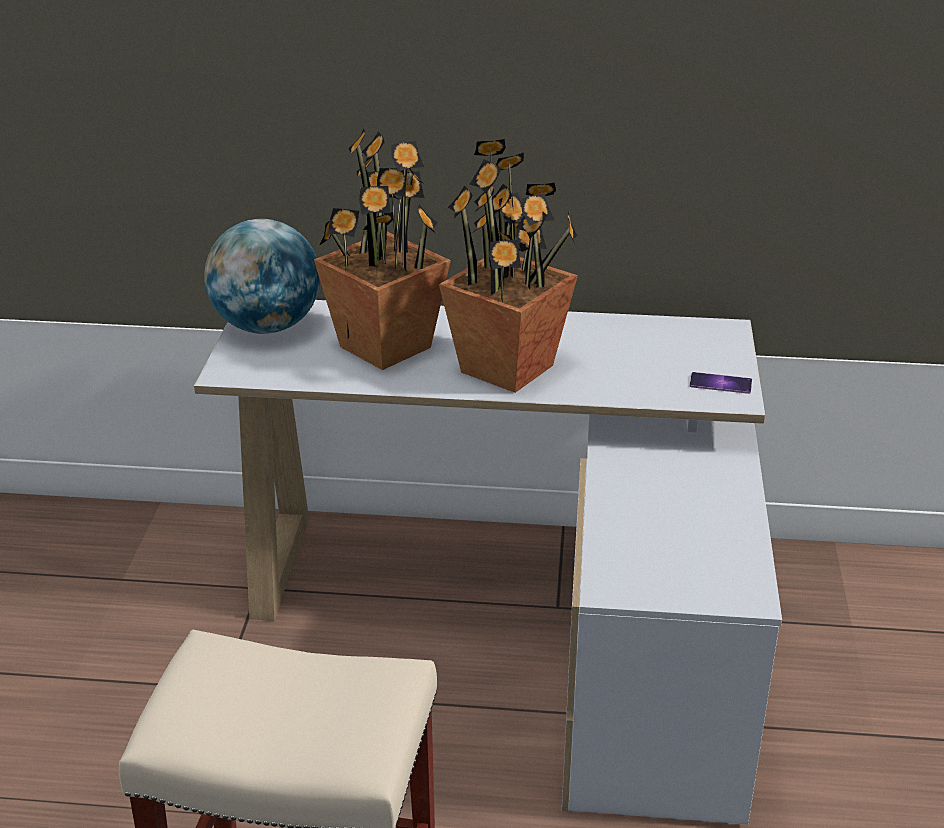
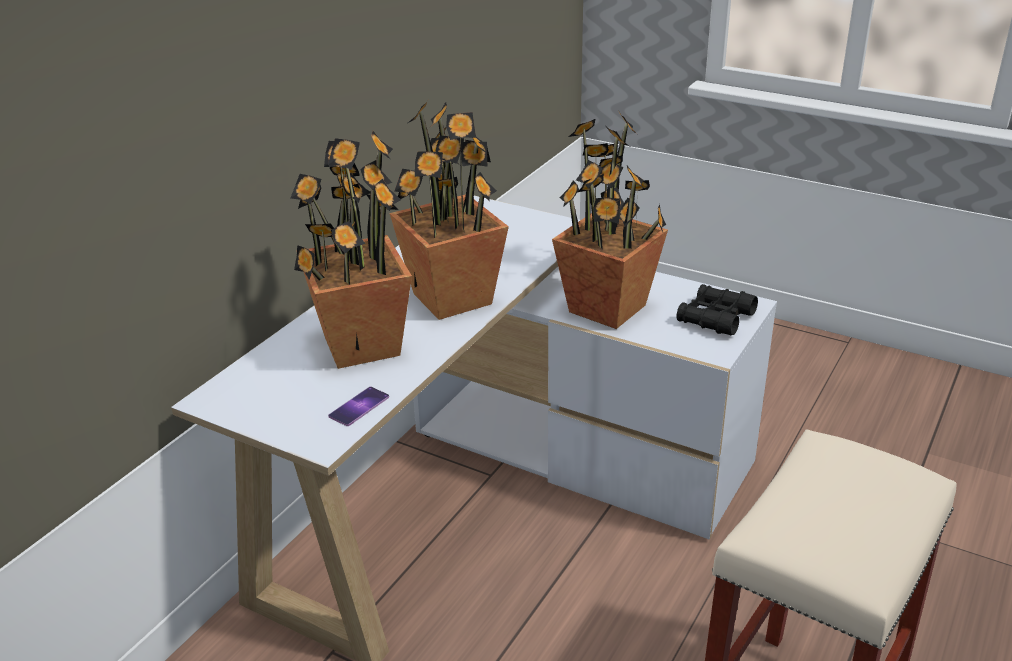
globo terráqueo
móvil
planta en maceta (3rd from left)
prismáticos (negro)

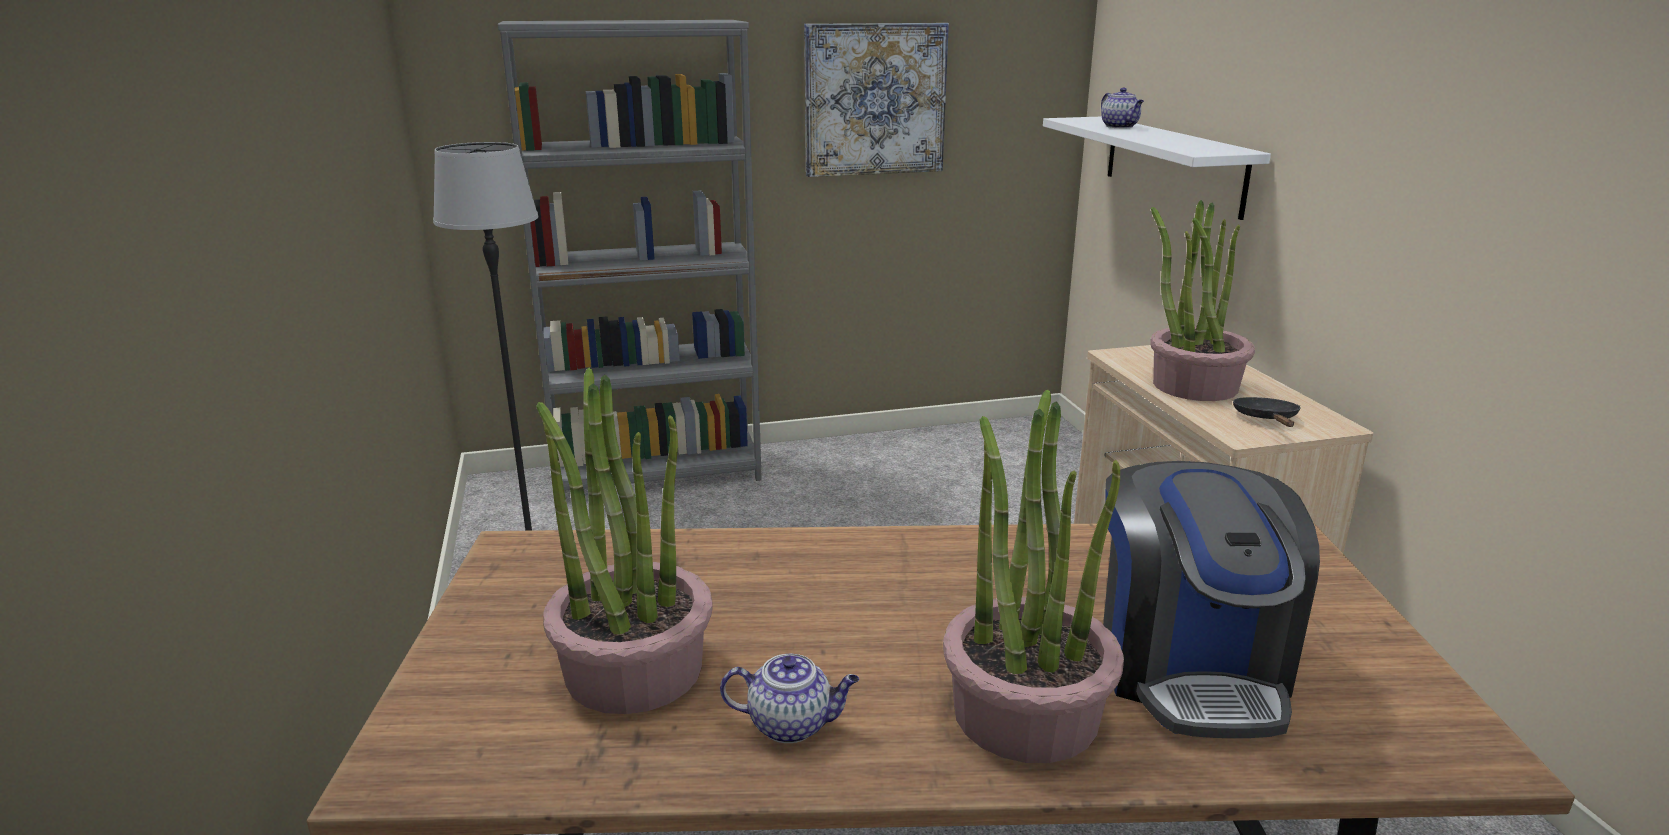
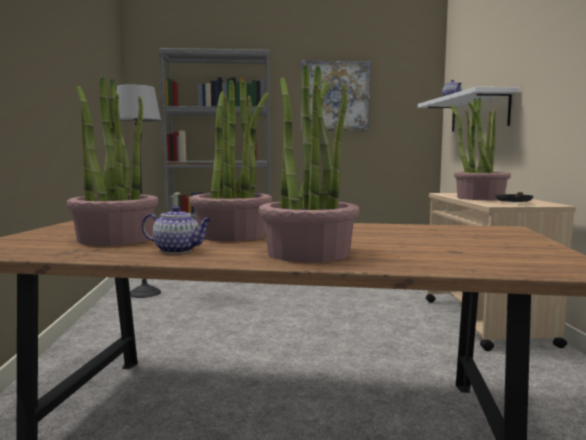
cafetera
planta en maceta (2nd from left)

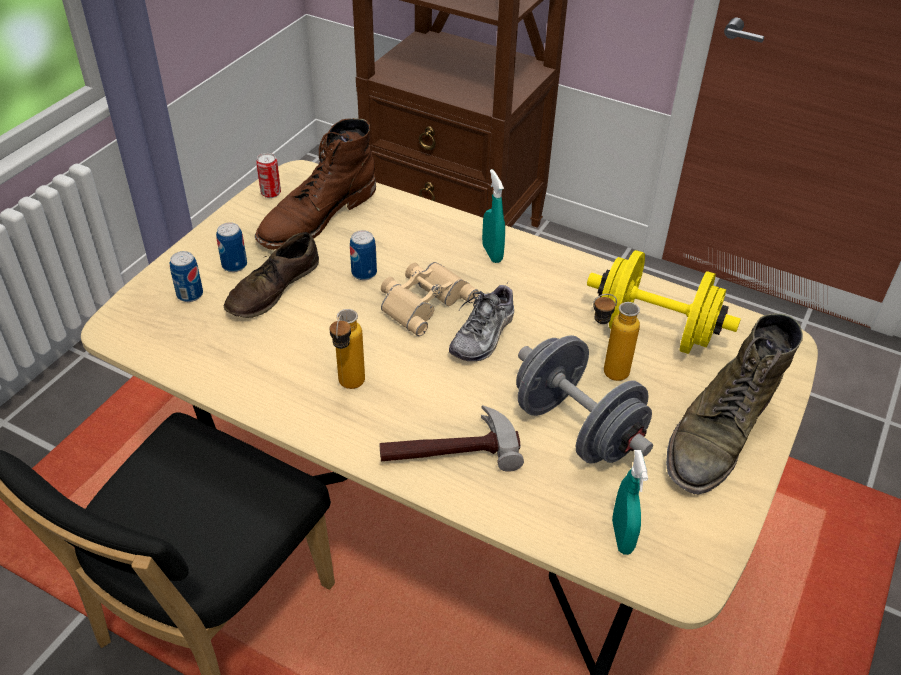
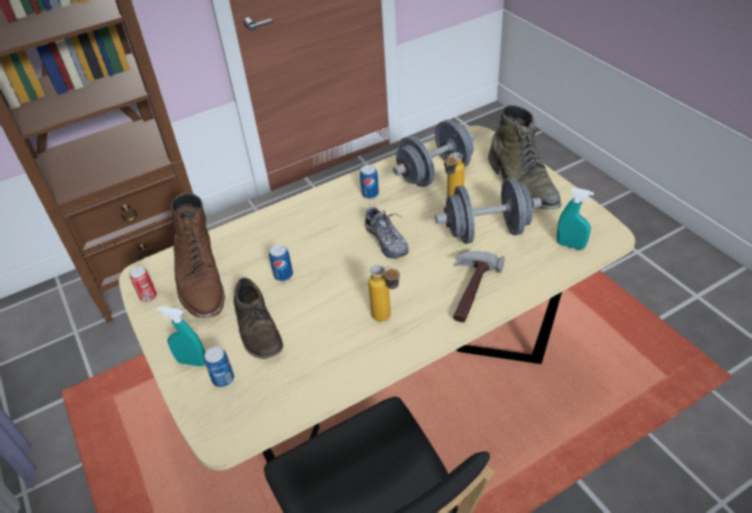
pulverizador (turquesa) (1st from left)
lata (4th from left)
mancuerna (gris) (1st from left)
prismáticos (beis)

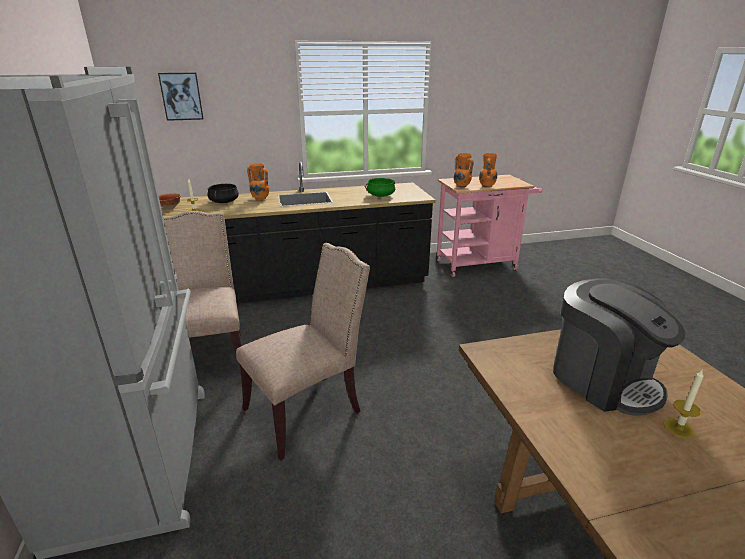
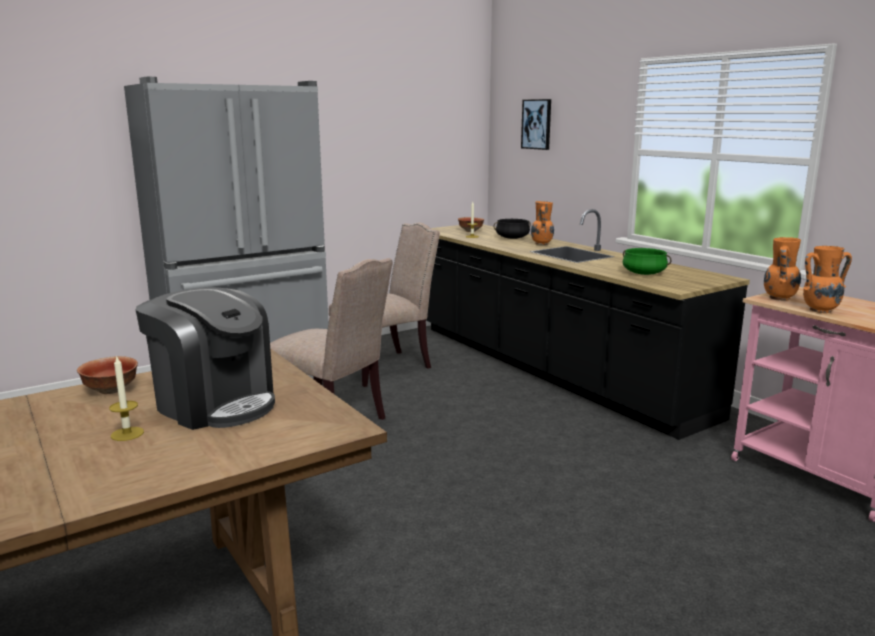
cafetera
cuenco (1st from left)

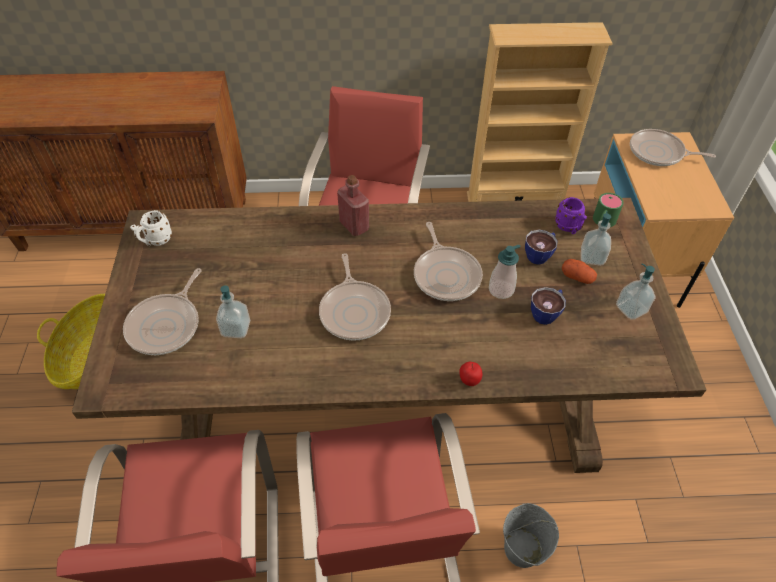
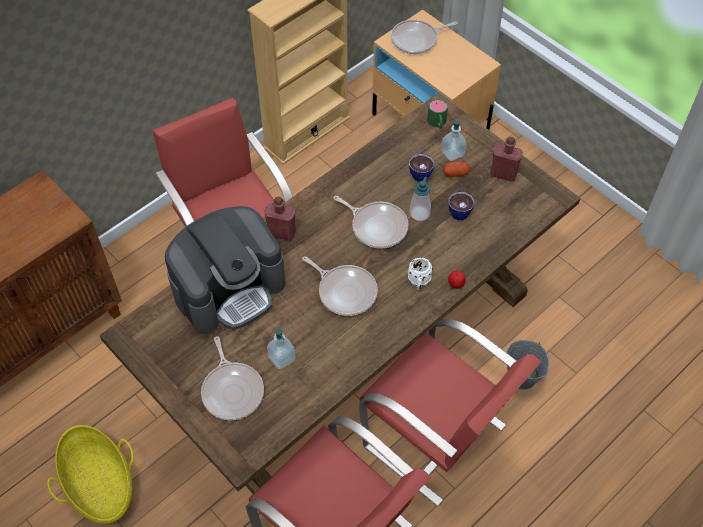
taza grande (morado)
taza grande (blanco)
botella (rojo) (2nd from left)
cafetera

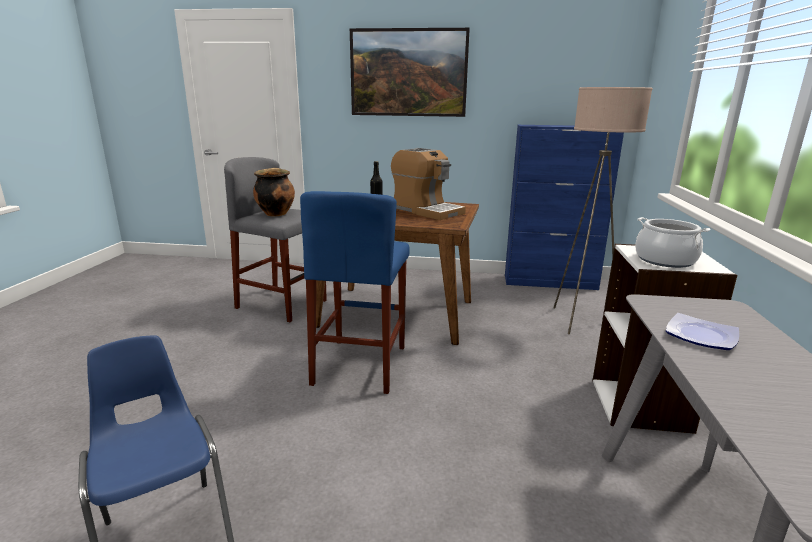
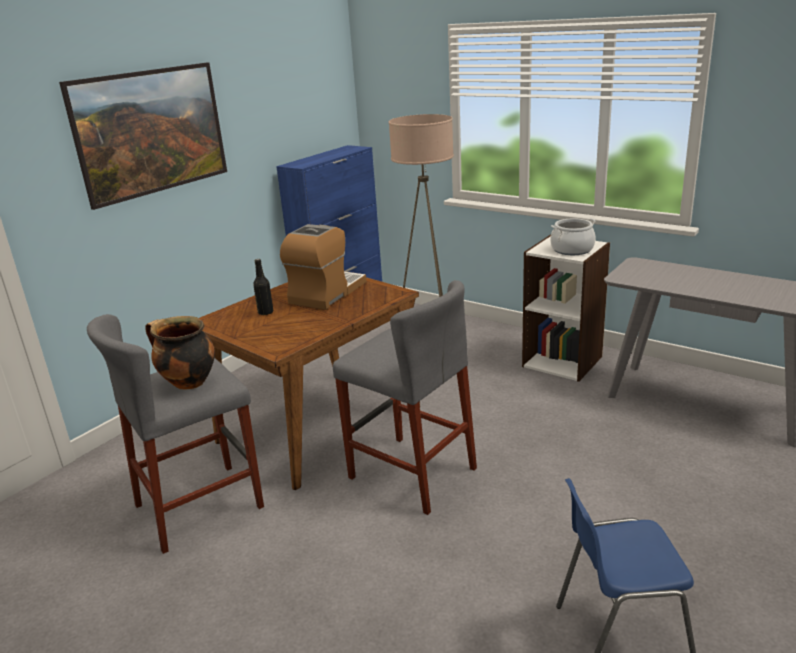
cafetera
taburete (gris) (2nd from left)
plato

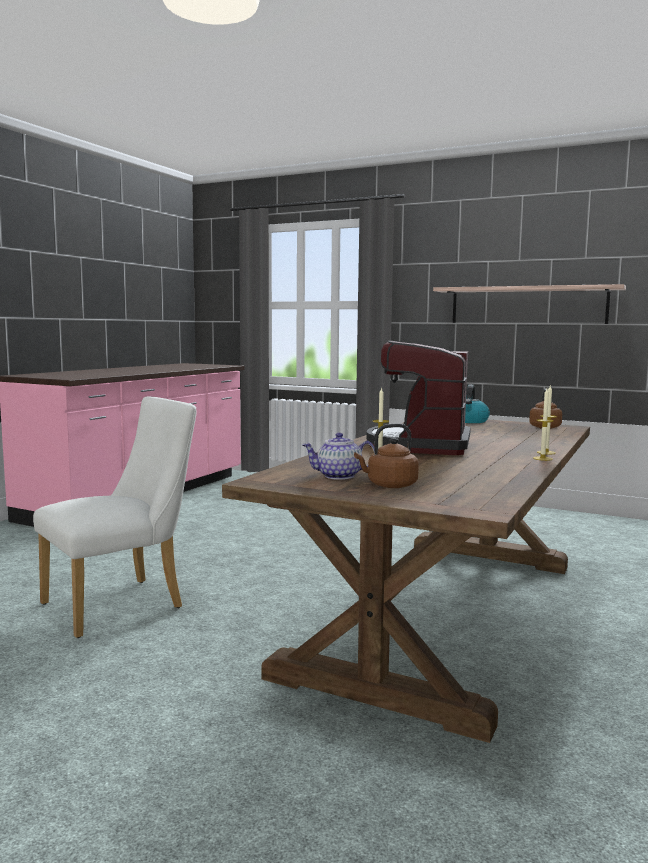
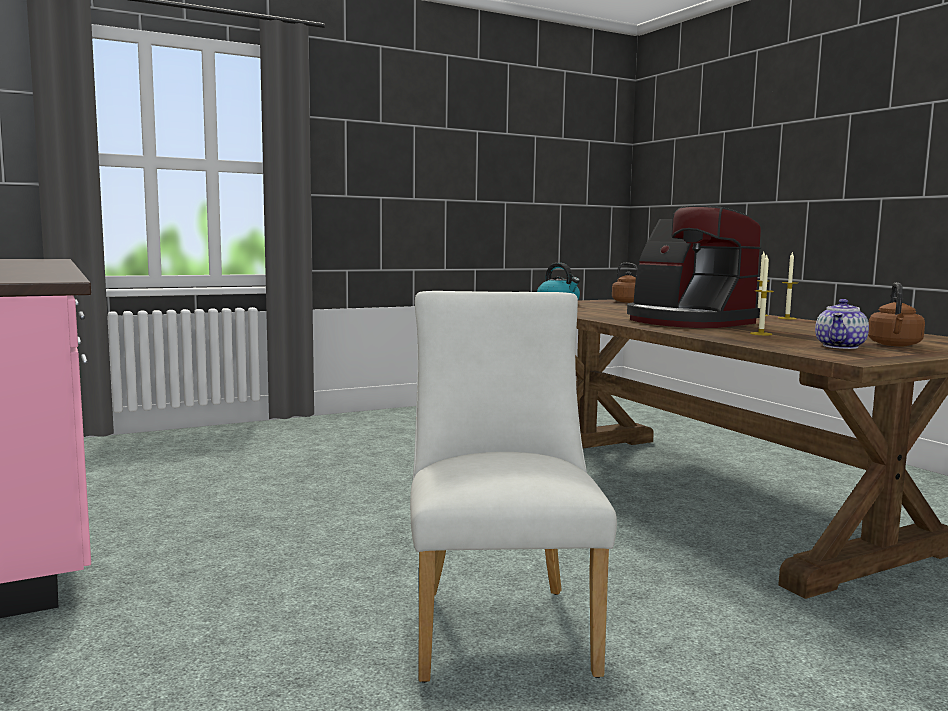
estante

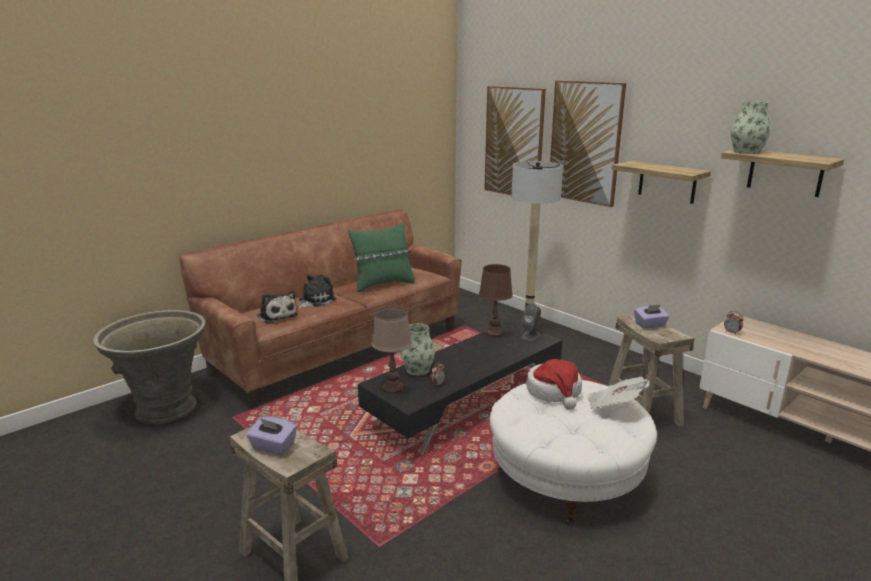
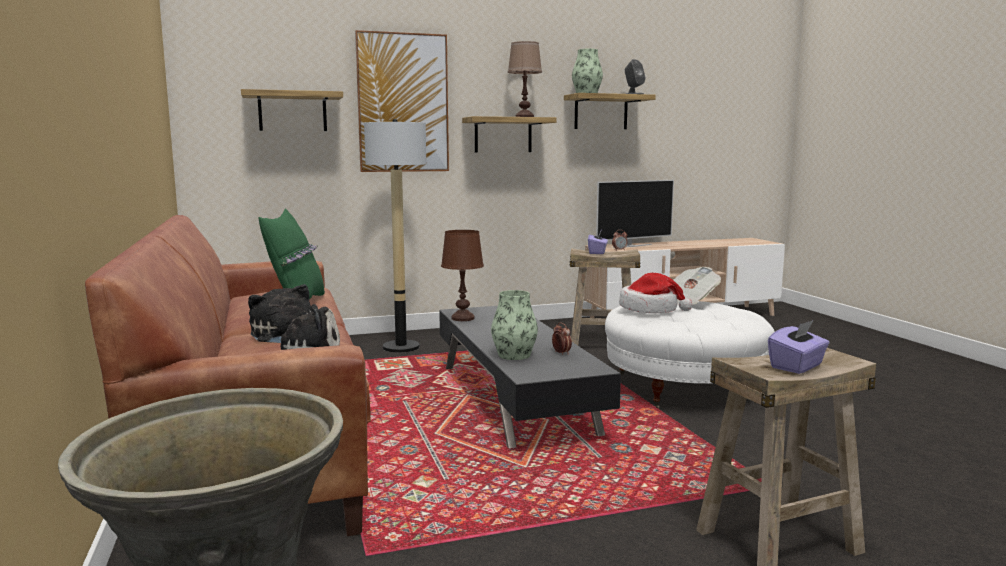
estante (1st from left)
altavoz (gris)
lámpara de mesa (marrón) (2nd from left)
televisor

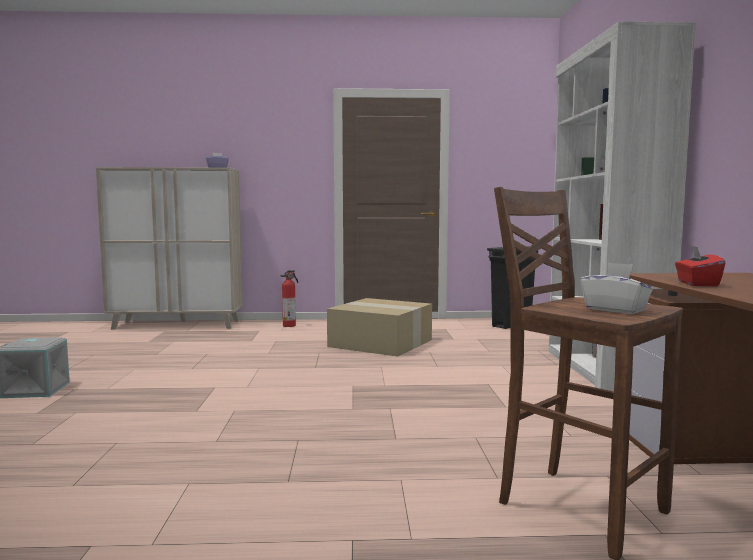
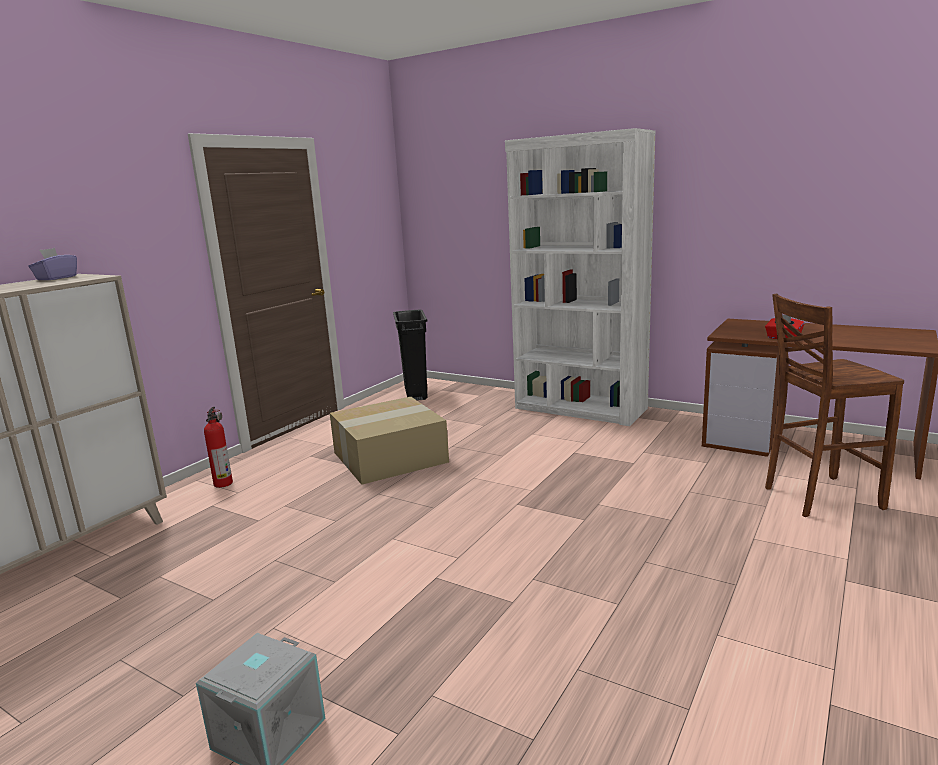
caja de pañuelos (blanco)

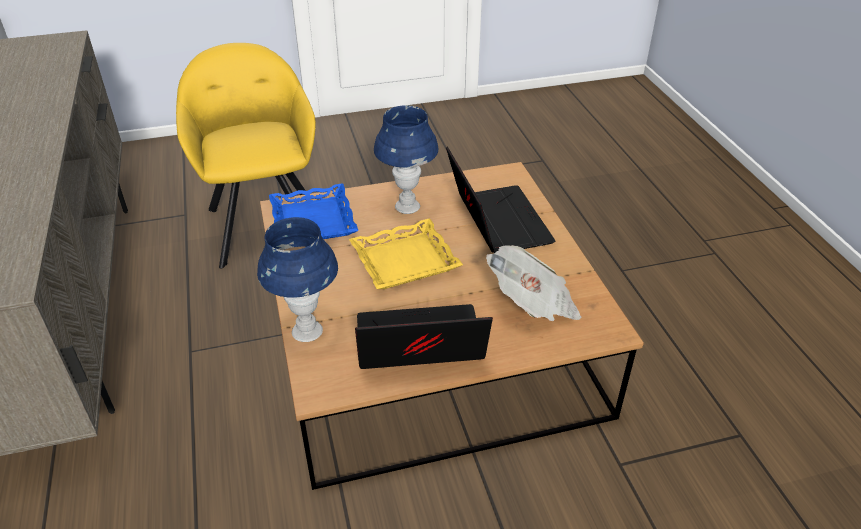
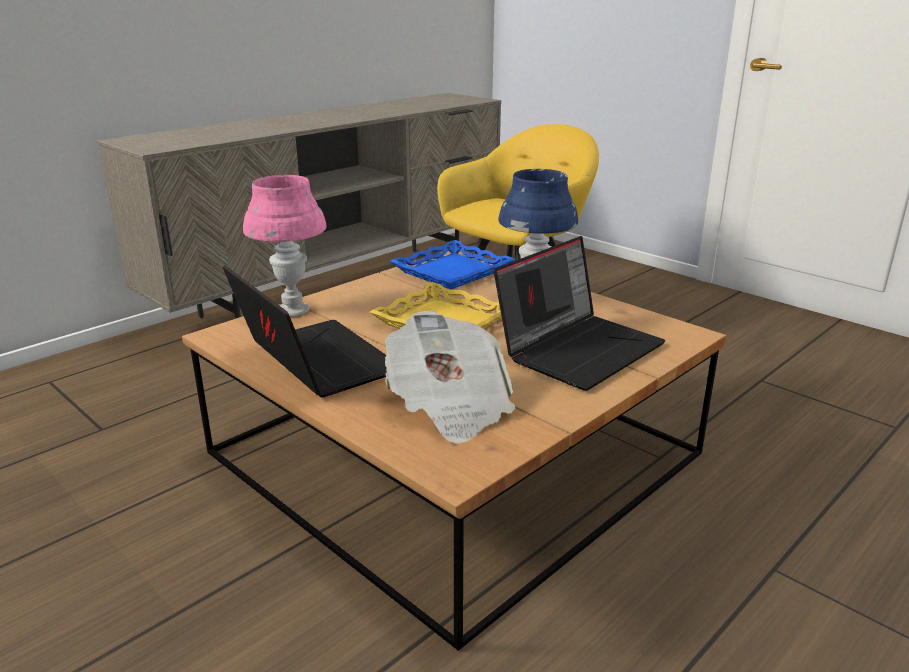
lámpara de mesa (rosa)

